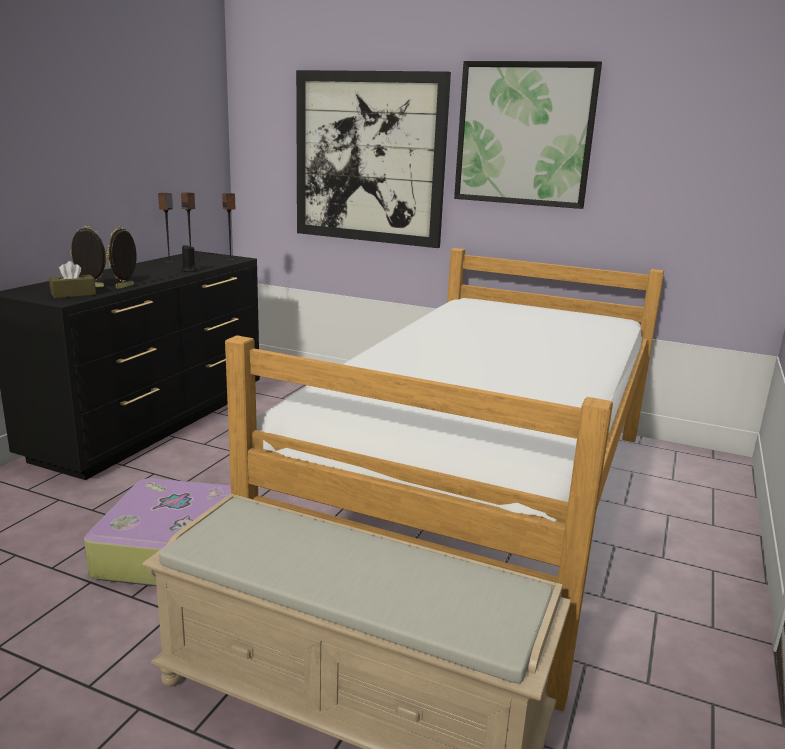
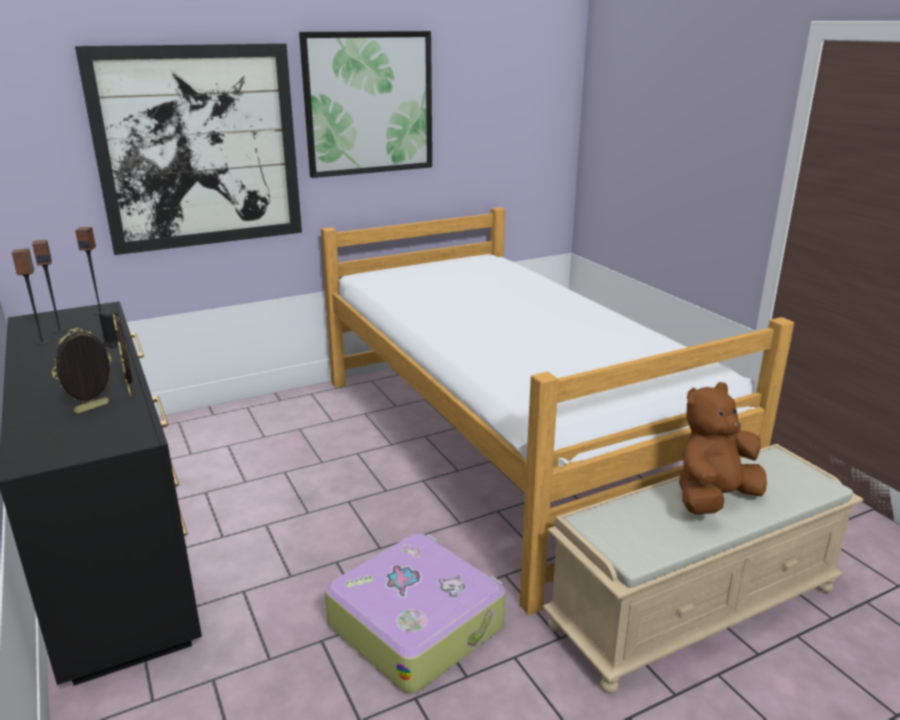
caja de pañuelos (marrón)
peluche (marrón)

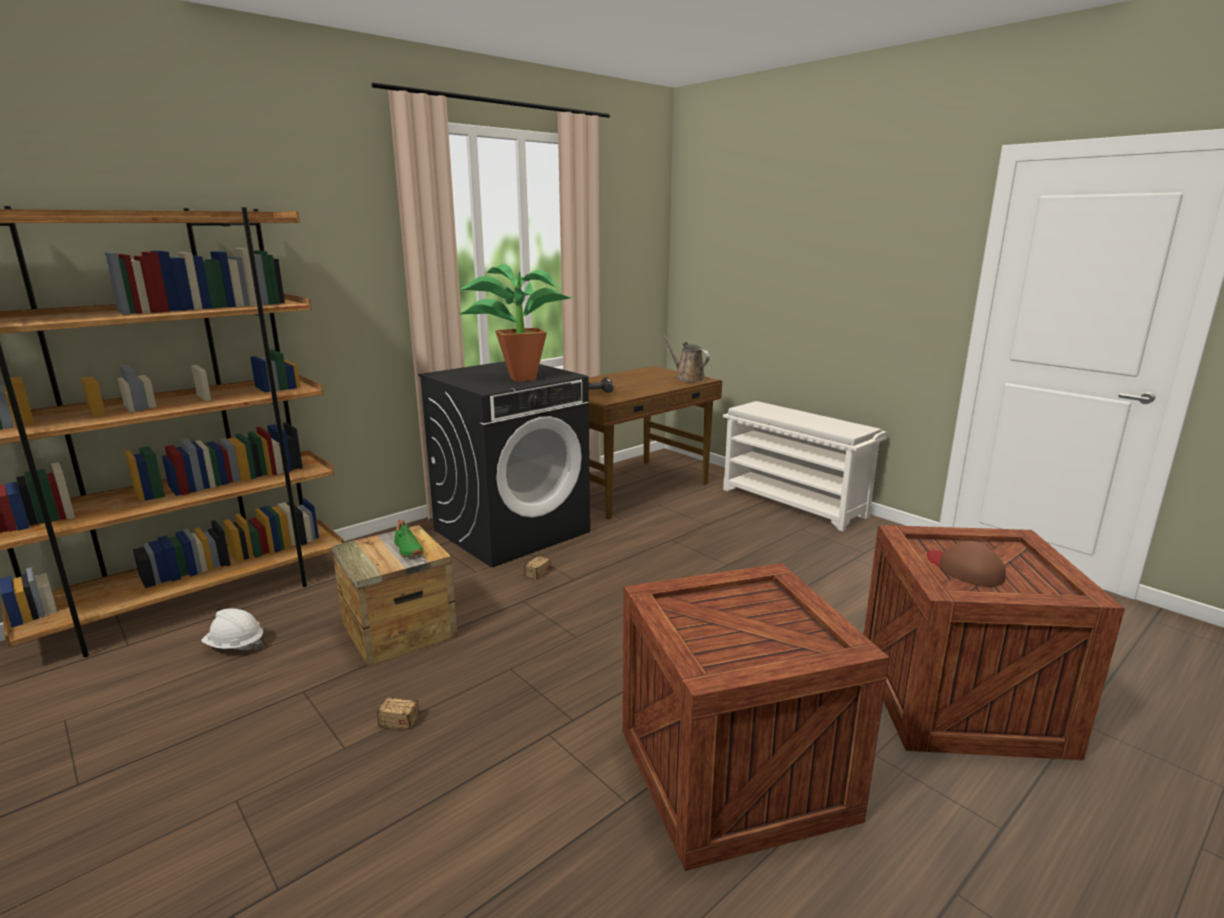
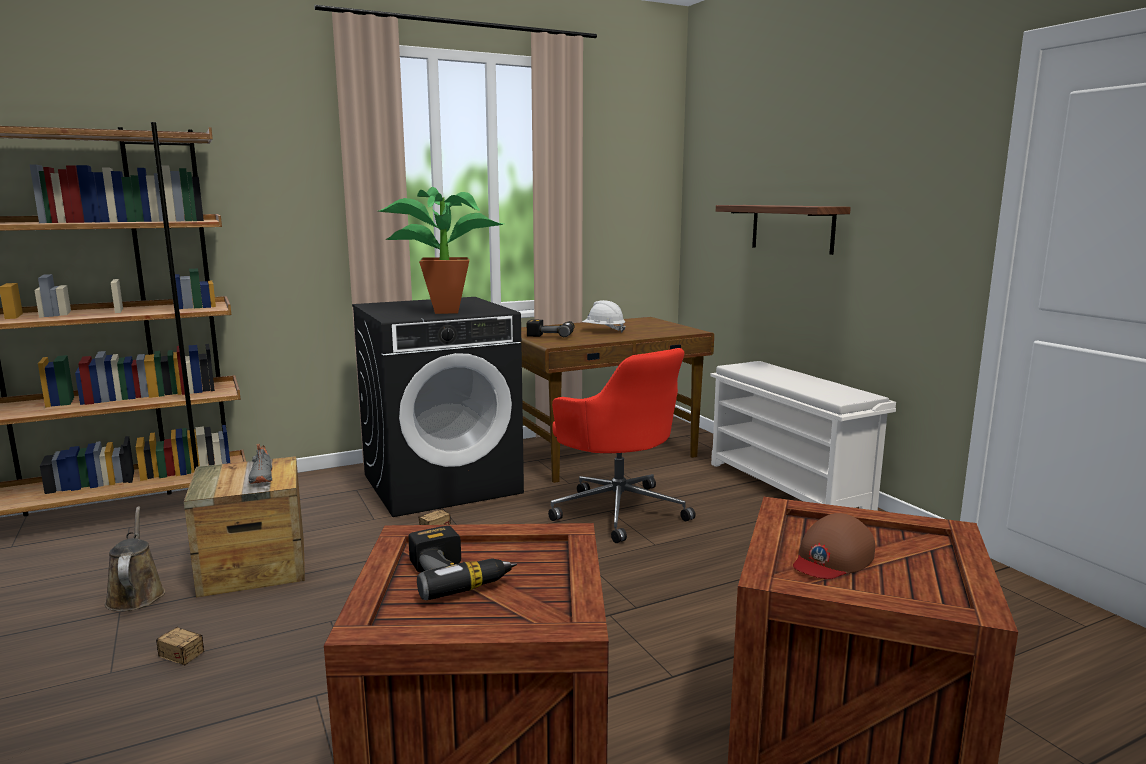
regadera (marrón)
zapato (gris)
gorra (marrón)
casco (blanco)
estante
silla de oficina (rojo)
taladro (1st from left)

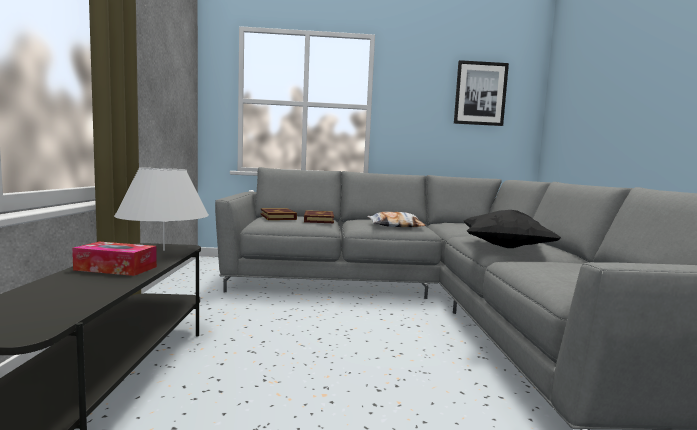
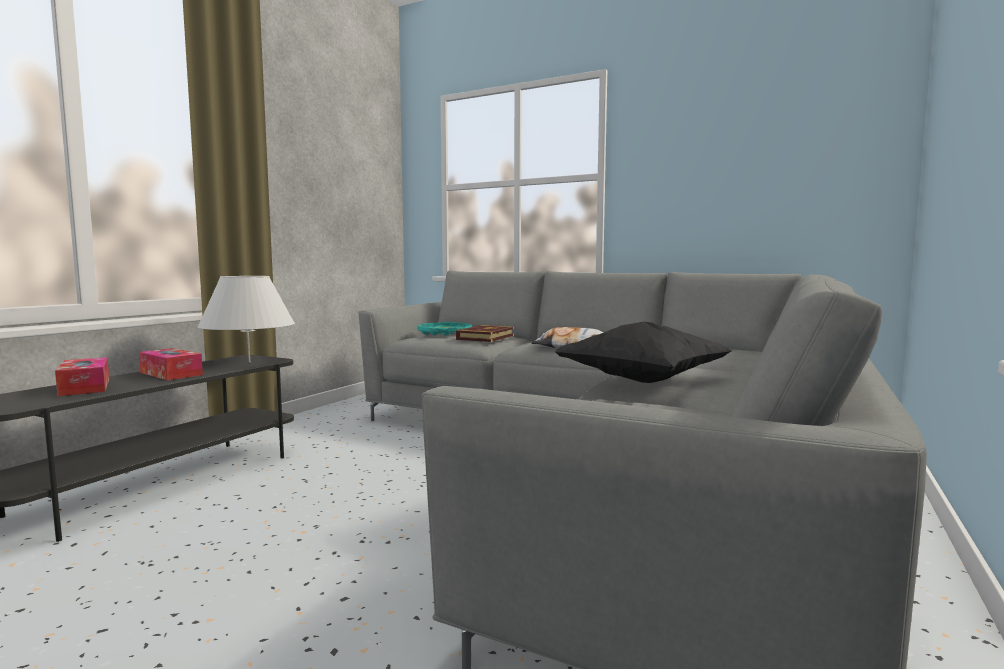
cuadro
bandeja (turquesa)
caja de pañuelos (1st from left)

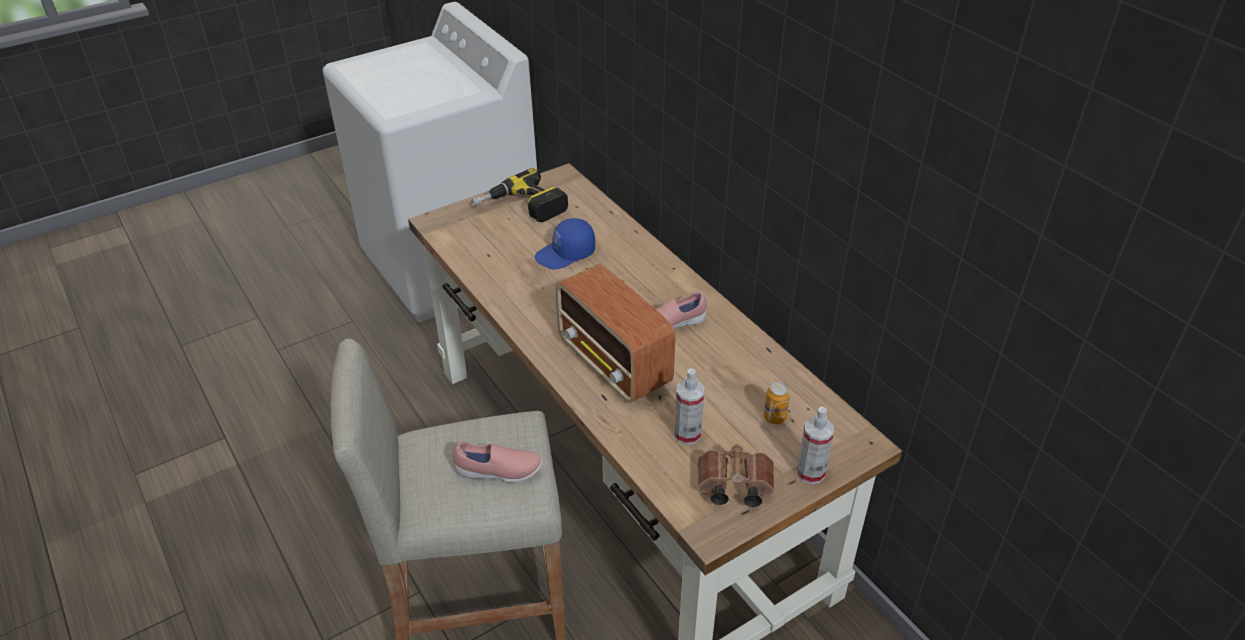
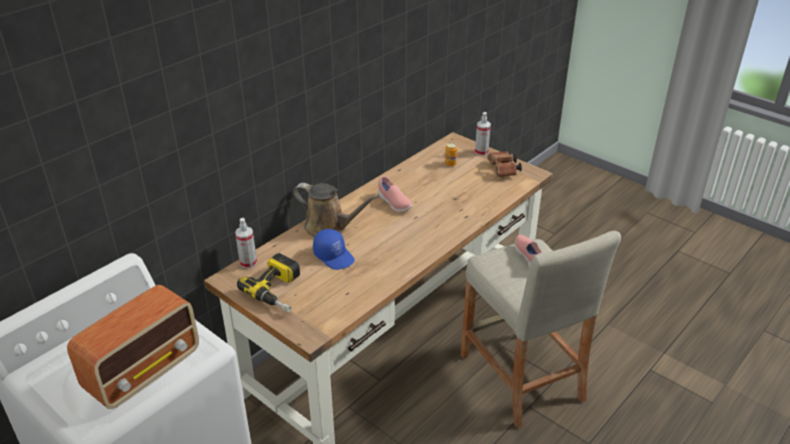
radio
pulverizador (1st from left)
regadera (marrón)

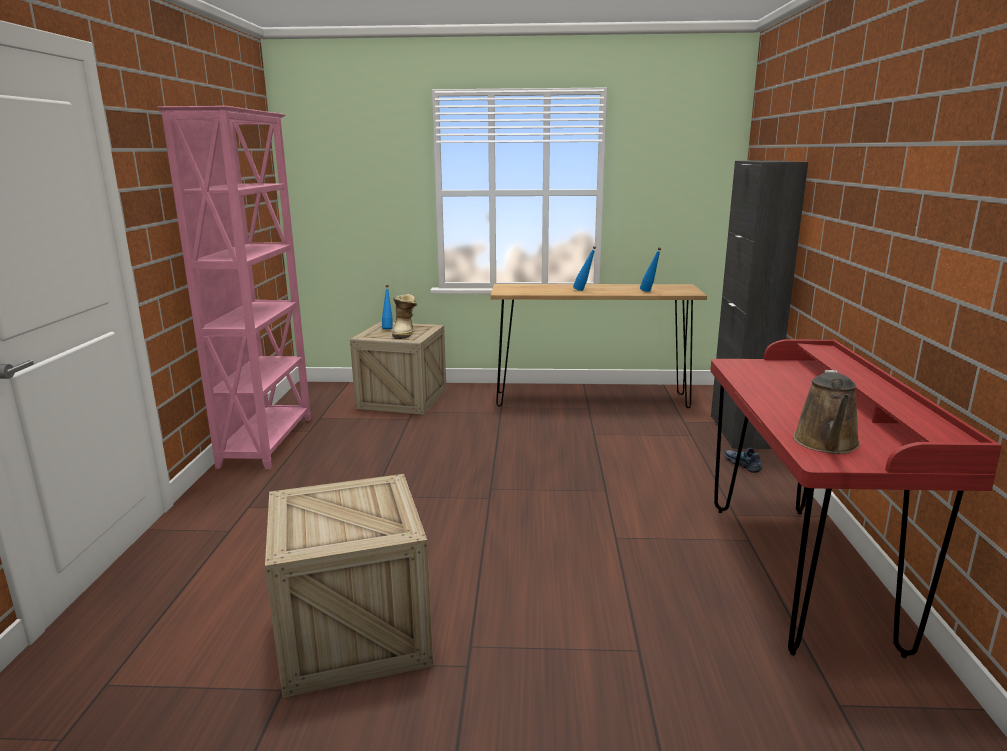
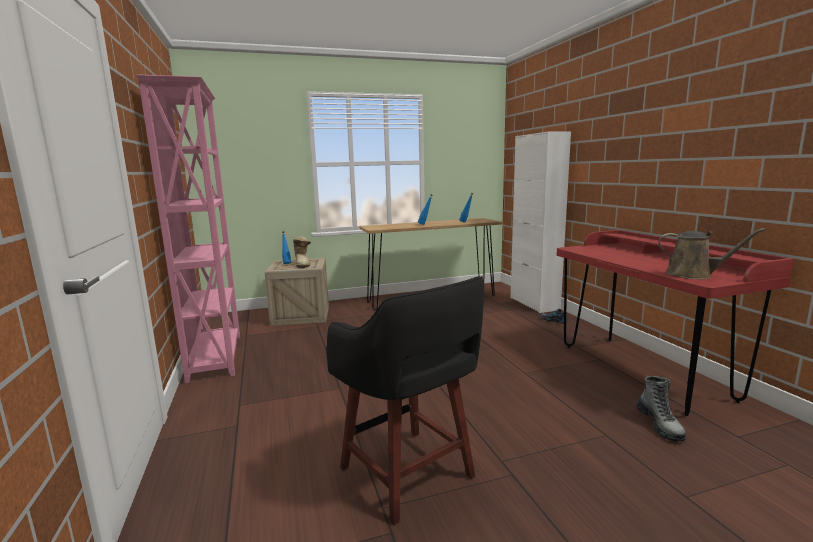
armario (blanco)
regadera (marrón)
taburete (negro)
bota (2nd from left)

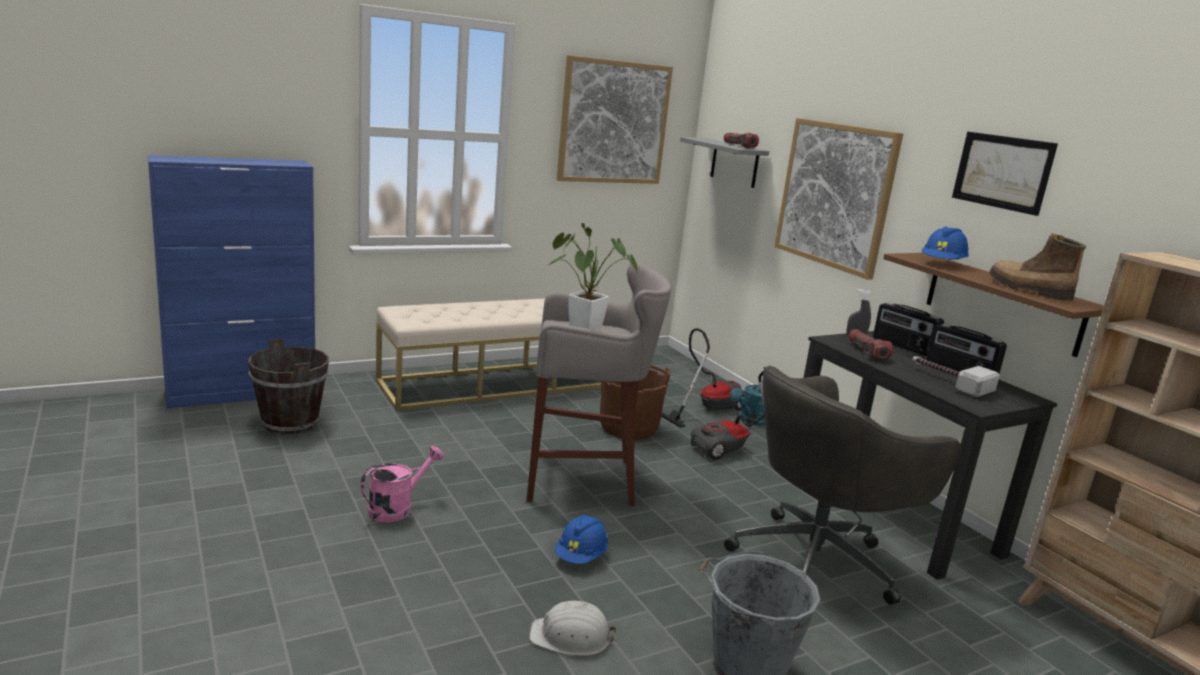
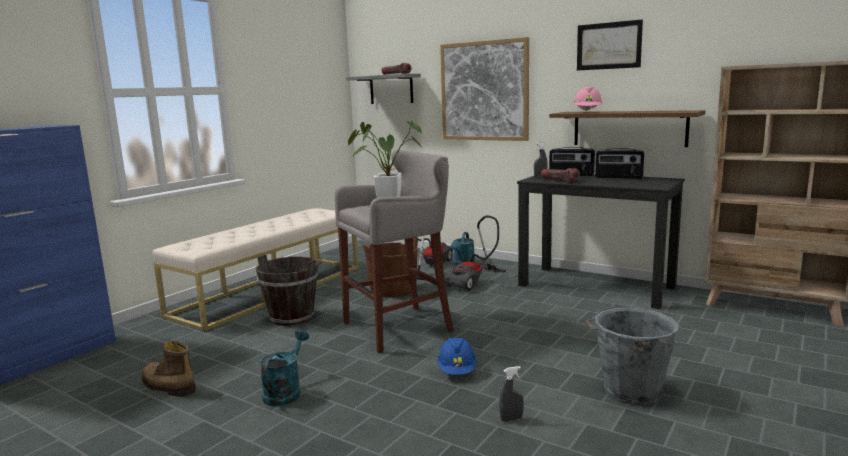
cuadro (1st from left in the first image)
casco (rosa)
bota
cubo (marrón) (1st from left)
martillo
silla de oficina (gris)
regadera (turquesa) (1st from left)
pulverizador (gris) (1st from left)

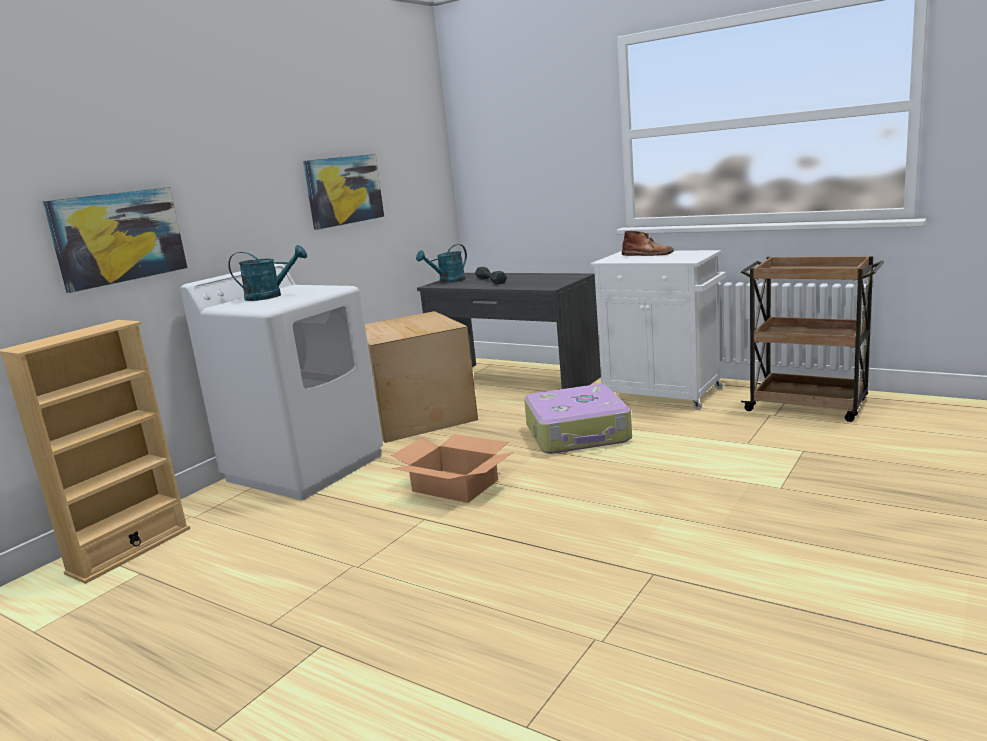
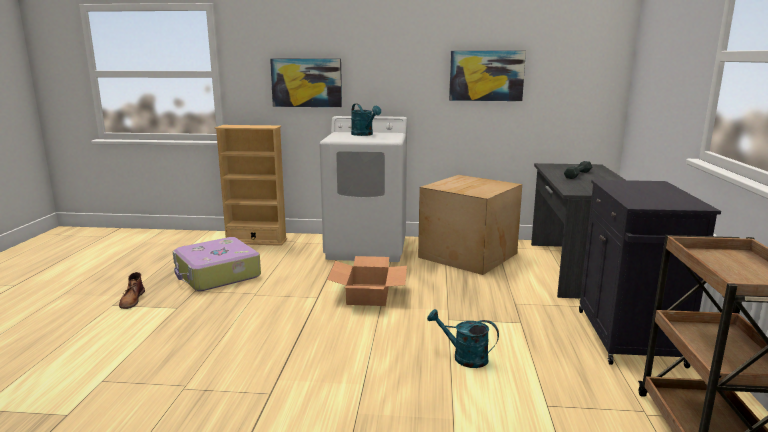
bota (marrón)
regadera (turquesa) (2nd from left)
armario (negro)
maleta

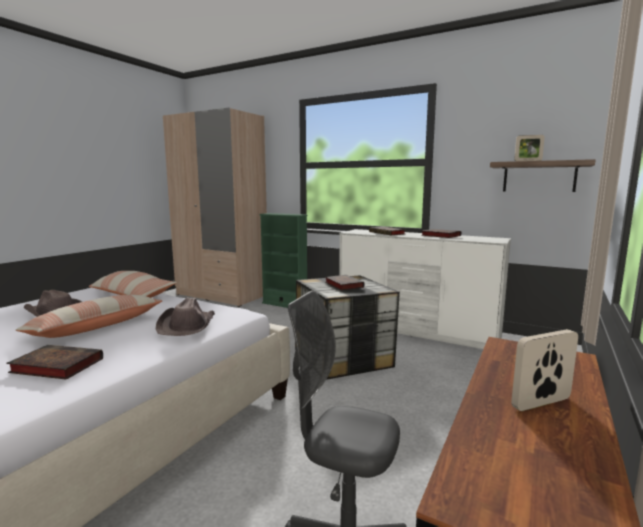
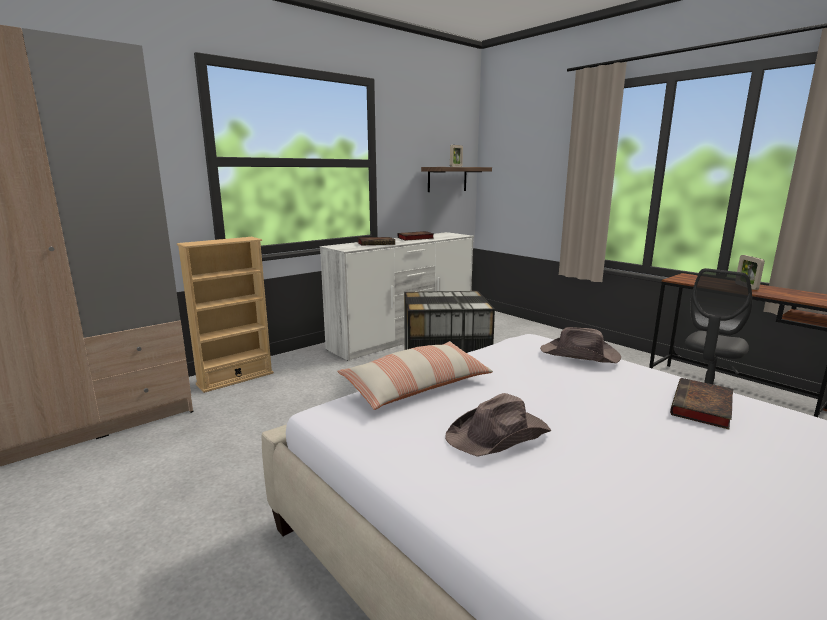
estantería (beis)
libro (2nd from left in the first image)
cojín (1st from left in the first image)

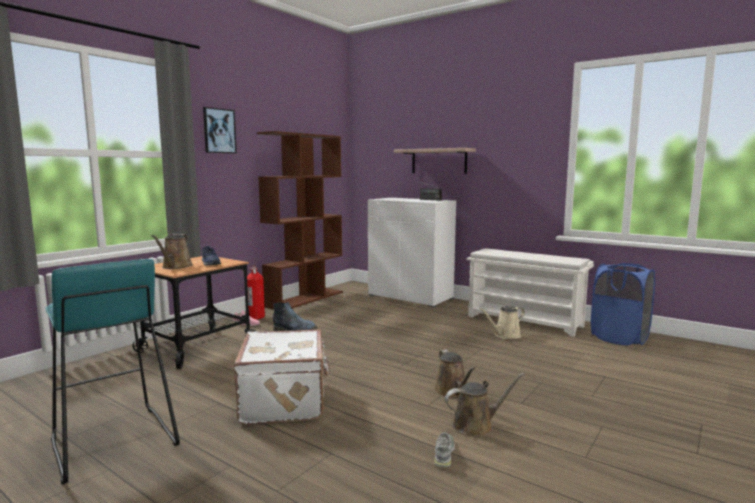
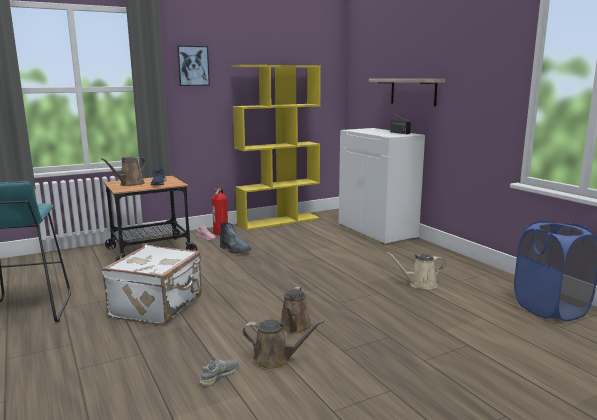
estantería (amarillo)
zapatero (blanco)

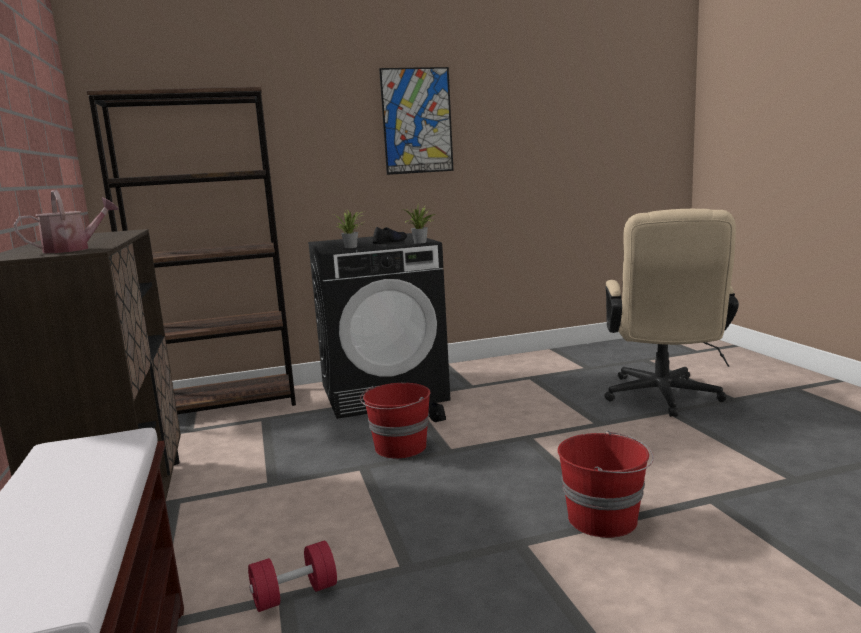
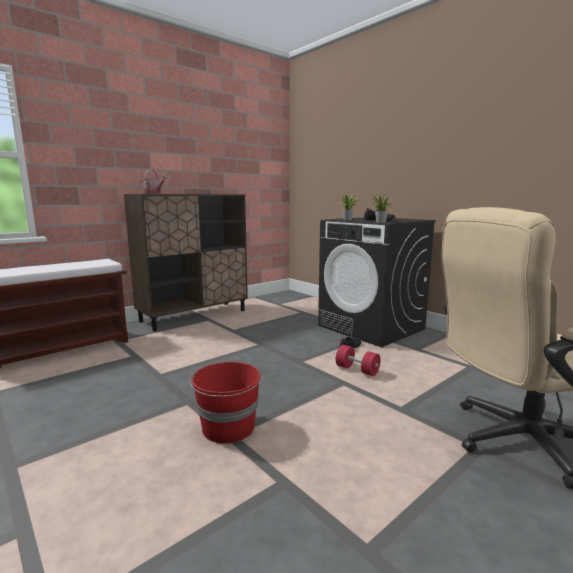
cuadro
estantería (marrón)
cubo (rojo) (1st from left in the first image)
mancuerna (rojo)

